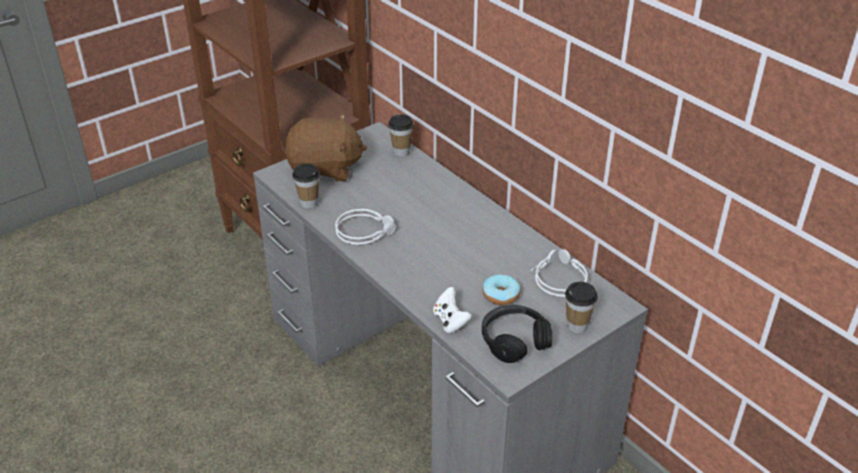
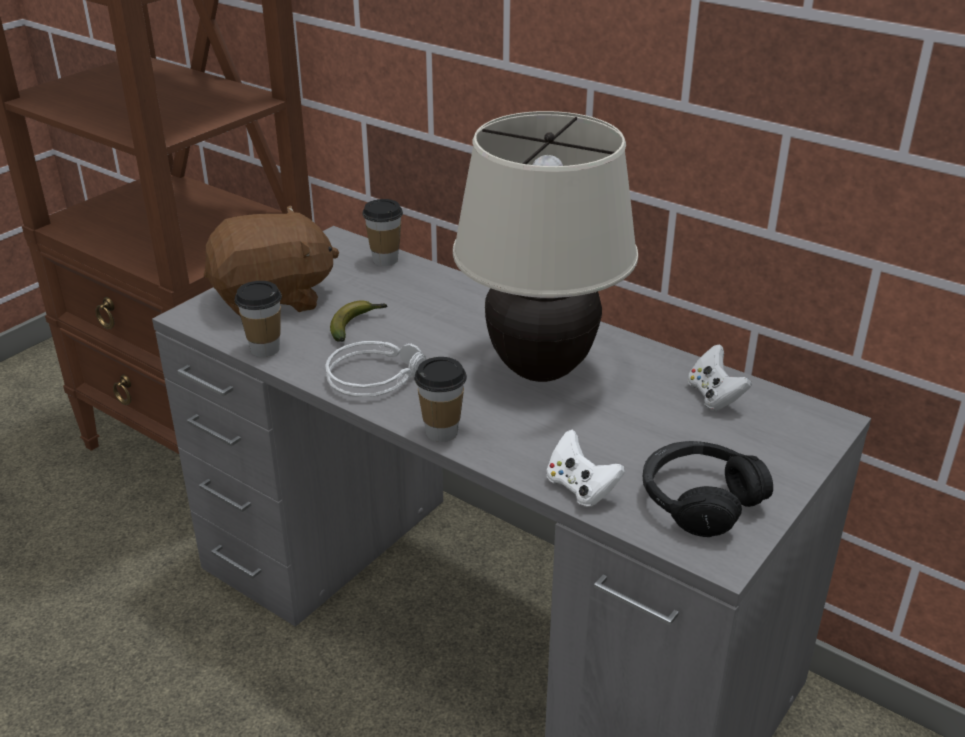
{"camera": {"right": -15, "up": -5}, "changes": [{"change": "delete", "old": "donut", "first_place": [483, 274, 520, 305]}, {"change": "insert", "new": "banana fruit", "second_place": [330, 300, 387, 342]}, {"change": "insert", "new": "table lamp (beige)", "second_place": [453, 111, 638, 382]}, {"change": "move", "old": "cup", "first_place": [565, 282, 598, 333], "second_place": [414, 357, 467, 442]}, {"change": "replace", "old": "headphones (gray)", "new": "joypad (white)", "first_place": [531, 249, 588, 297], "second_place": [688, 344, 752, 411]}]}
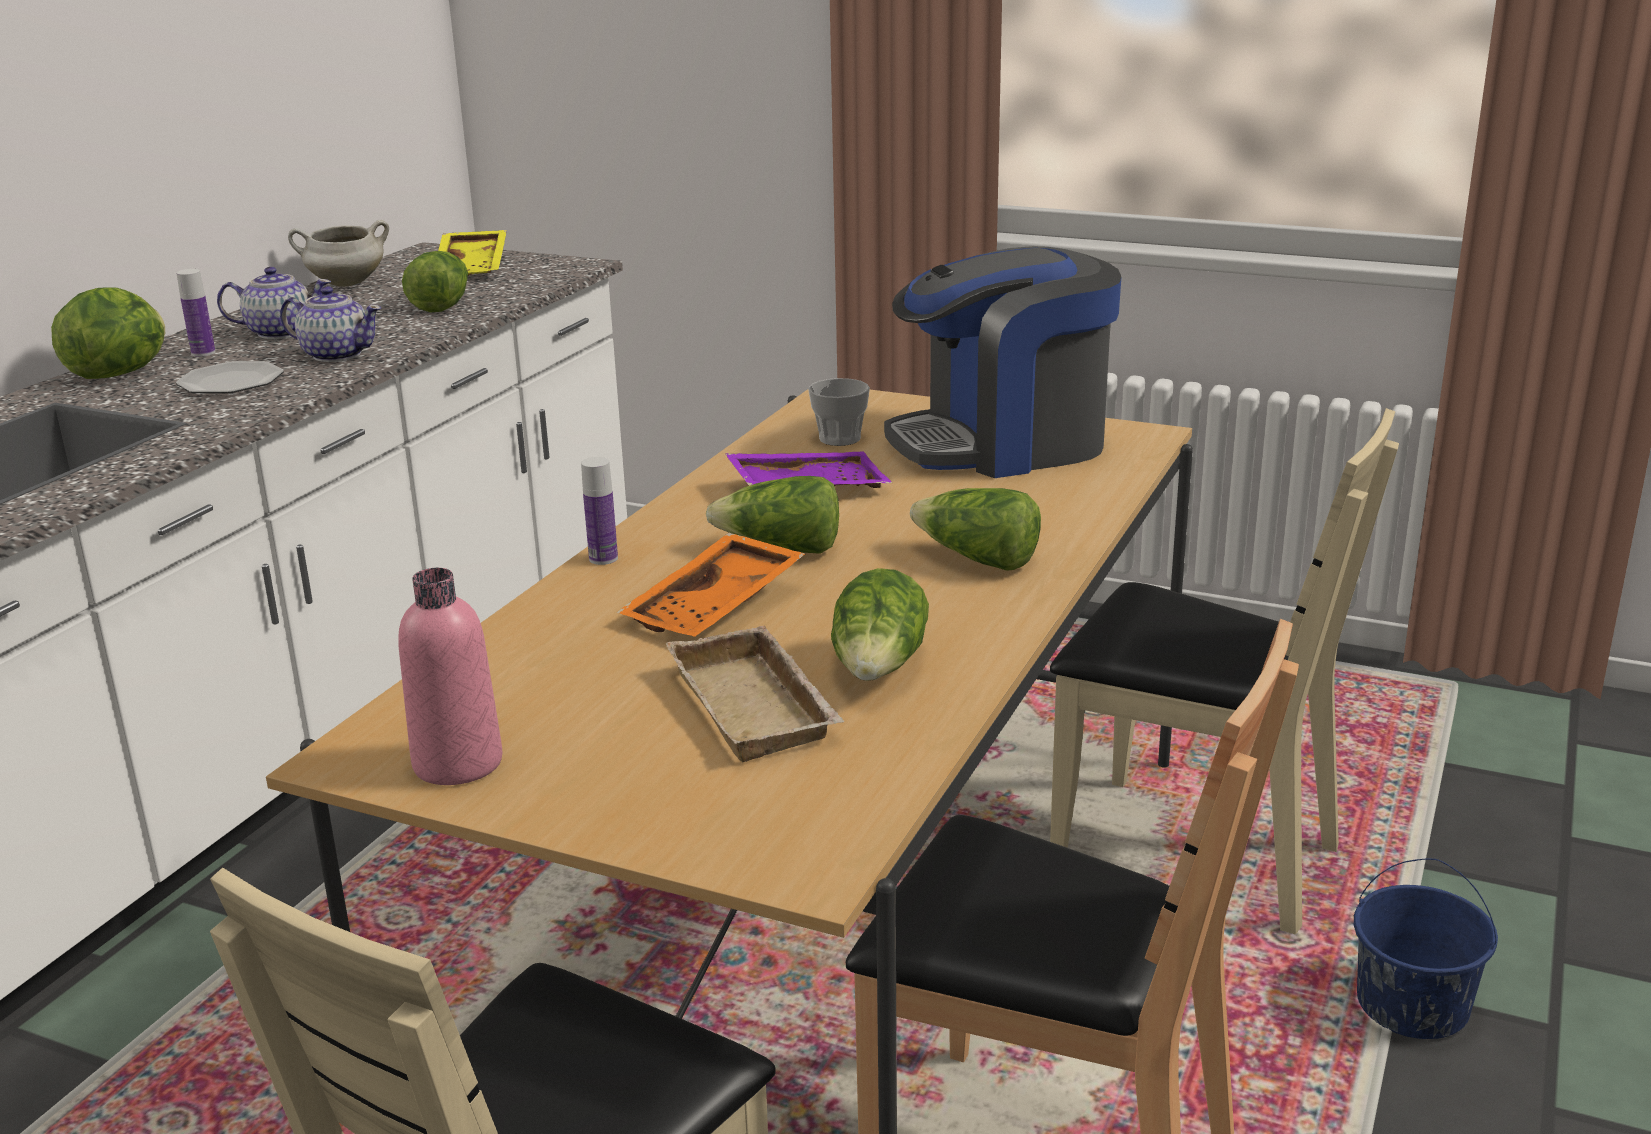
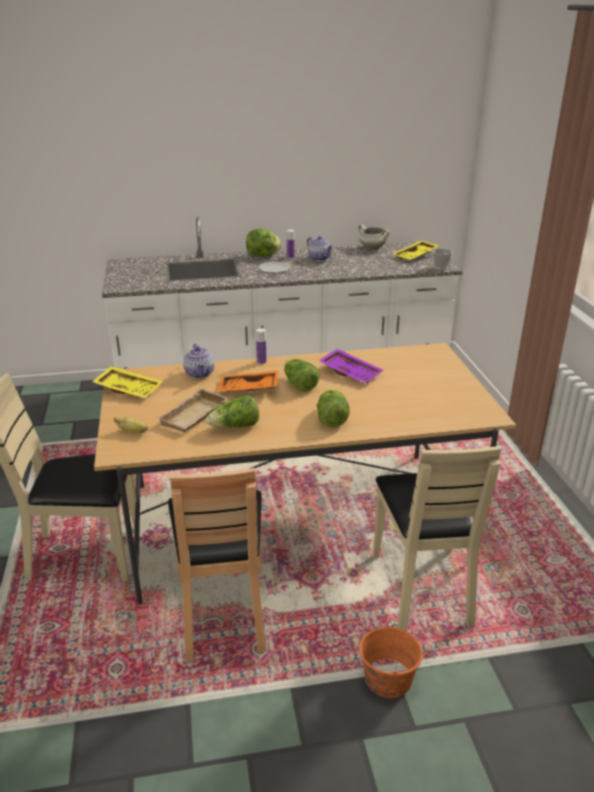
{"camera": {"right": 55, "up": 5}, "changes": [{"change": "delete", "old": "lettuce head", "first_place": [402, 251, 468, 313]}, {"change": "delete", "old": "coffee brewer", "first_place": [884, 246, 1121, 478]}, {"change": "insert", "new": "banana fruit", "second_place": [114, 417, 148, 433]}, {"change": "move", "old": "pot for tea", "first_place": [280, 286, 381, 362], "second_place": [183, 344, 215, 379]}, {"change": "move", "old": "cup", "first_place": [808, 378, 870, 446], "second_place": [433, 249, 453, 271]}, {"change": "replace", "old": "bottle (pinkish)", "new": "tray (yellow)", "first_place": [398, 568, 503, 785], "second_place": [92, 366, 163, 398]}, {"change": "recolor", "old": "water bucket (bluish)", "new": "water bucket (orangey)", "first_place": [1354, 858, 1498, 1039], "second_place": [359, 619, 423, 698]}]}
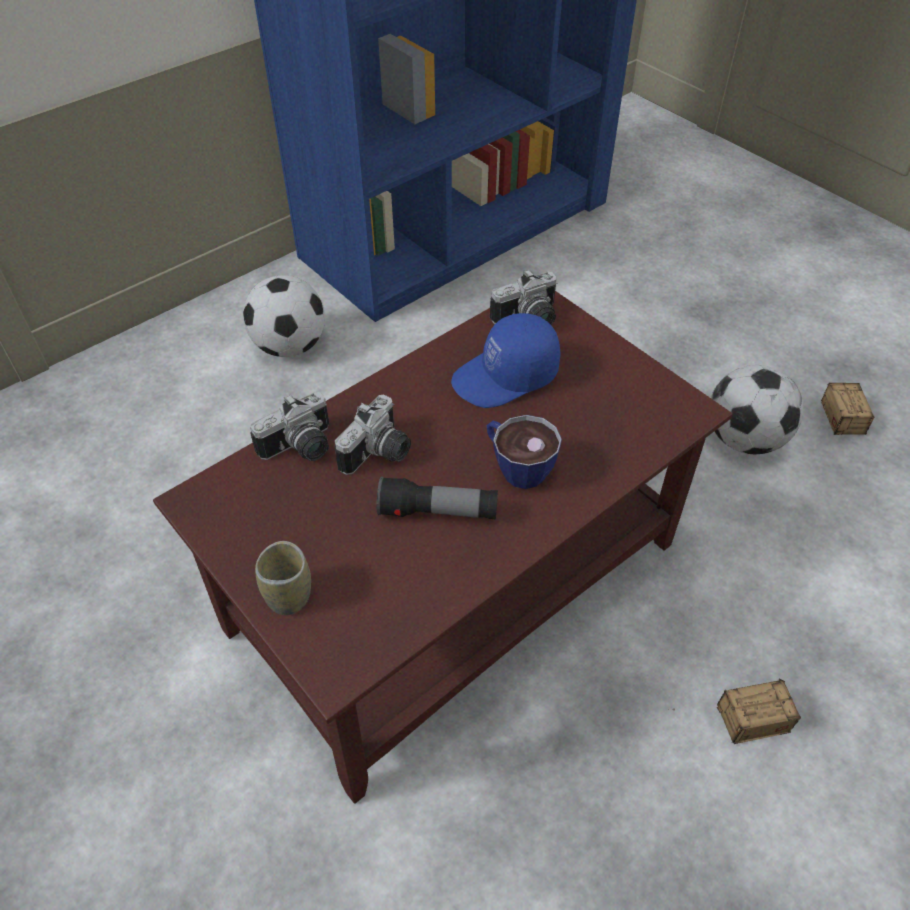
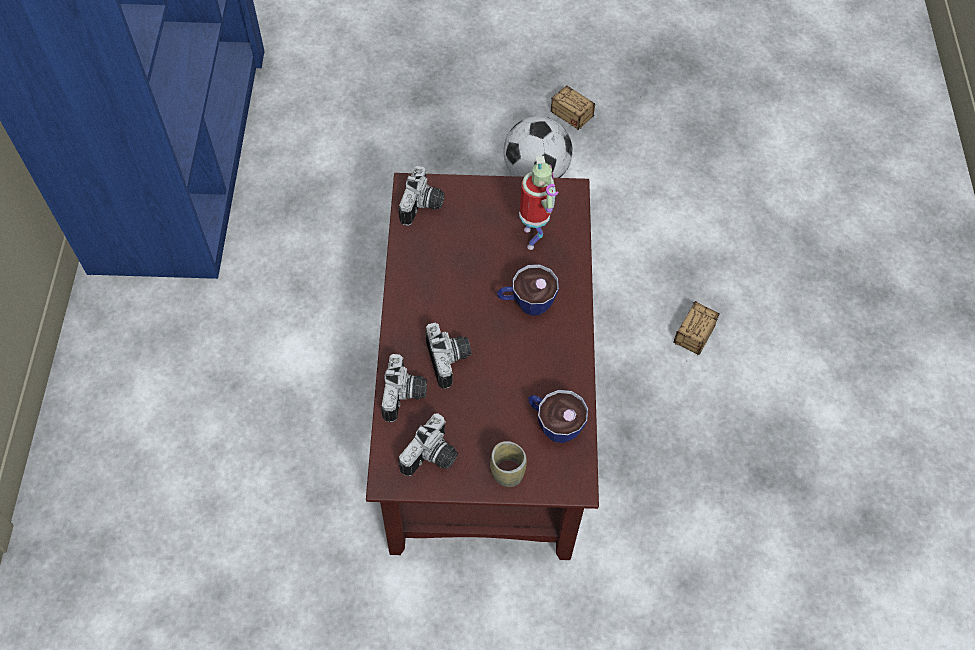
{"camera": {"right": -50, "up": 10}, "changes": [{"change": "delete", "old": "football ball", "first_place": [243, 275, 325, 357]}, {"change": "delete", "old": "torch", "first_place": [377, 476, 498, 520]}, {"change": "delete", "old": "cap (bluish)", "first_place": [451, 313, 560, 408]}, {"change": "insert", "new": "still camera", "second_place": [399, 413, 458, 476]}, {"change": "insert", "new": "robot figure", "second_place": [519, 156, 558, 250]}, {"change": "insert", "new": "cup", "second_place": [528, 390, 588, 443]}]}
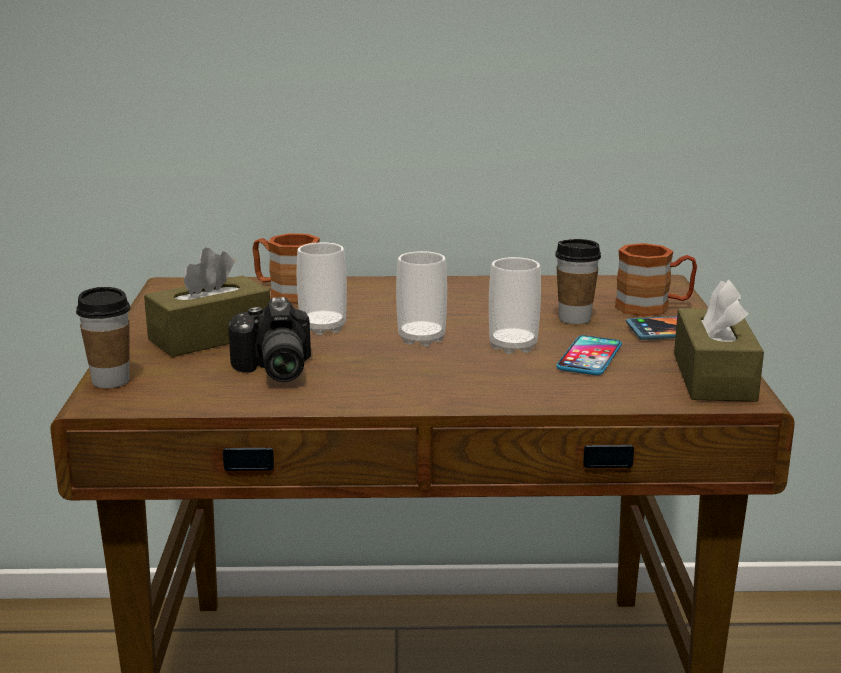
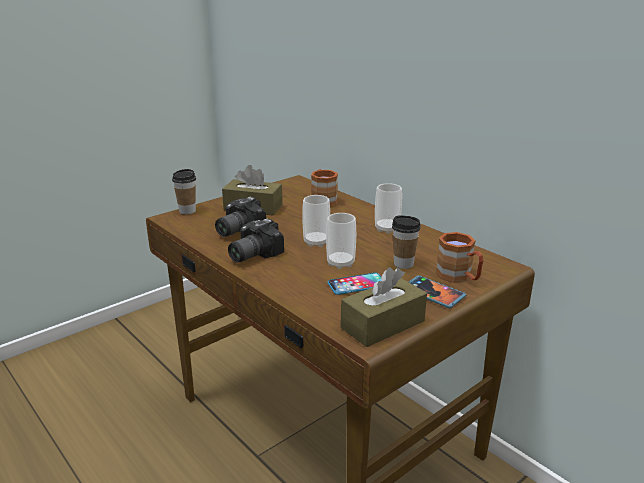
{"camera": {"right": 50, "up": 5}, "changes": [{"change": "insert", "new": "still camera", "second_place": [228, 219, 284, 263]}, {"change": "move", "old": "cup", "first_place": [297, 242, 347, 335], "second_place": [375, 183, 402, 234]}]}
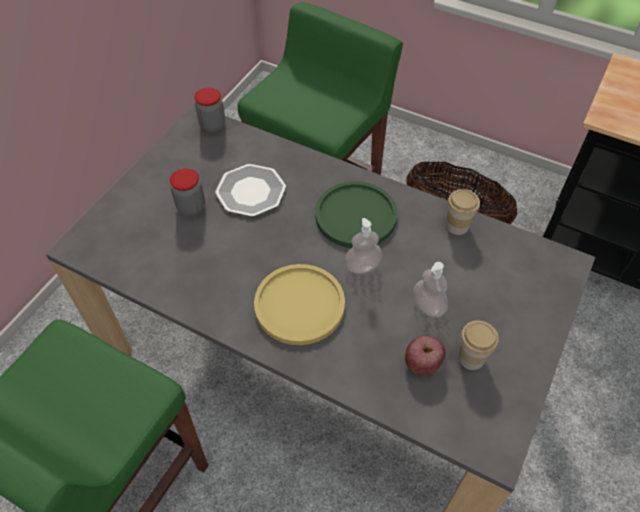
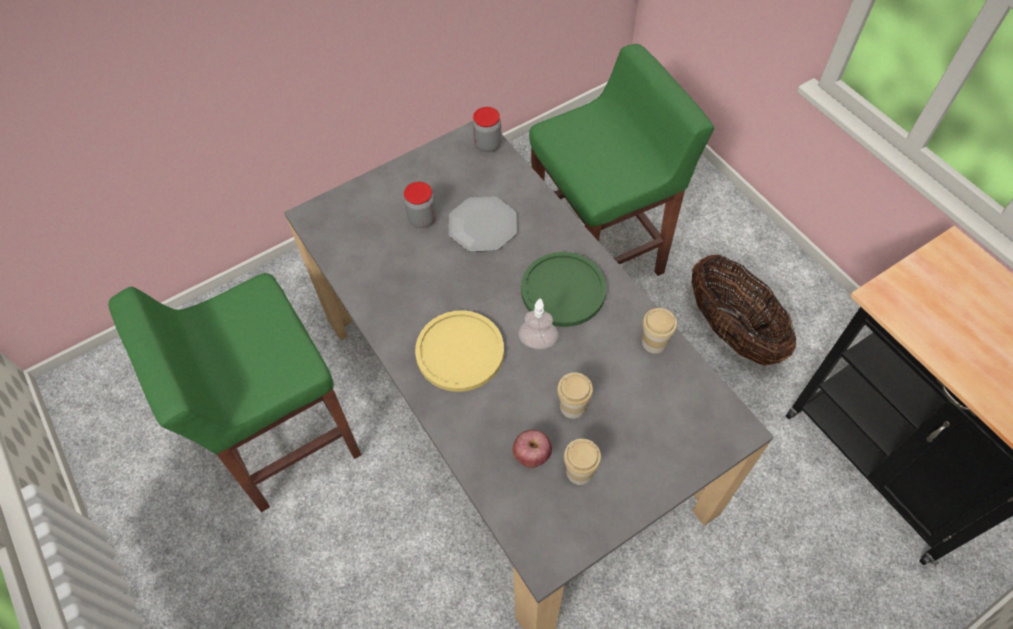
{"camera": {"right": 30, "up": 5}, "changes": [{"change": "replace", "old": "soap bottle", "new": "cup", "first_place": [413, 262, 448, 317], "second_place": [557, 373, 593, 419]}]}
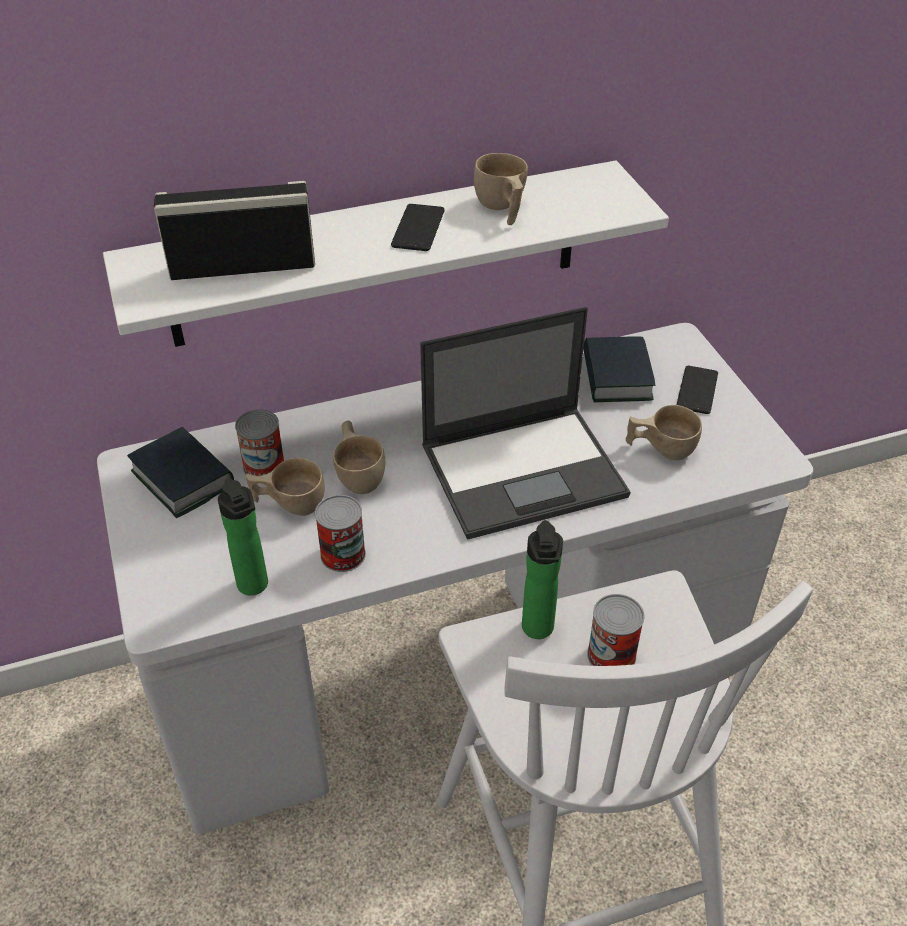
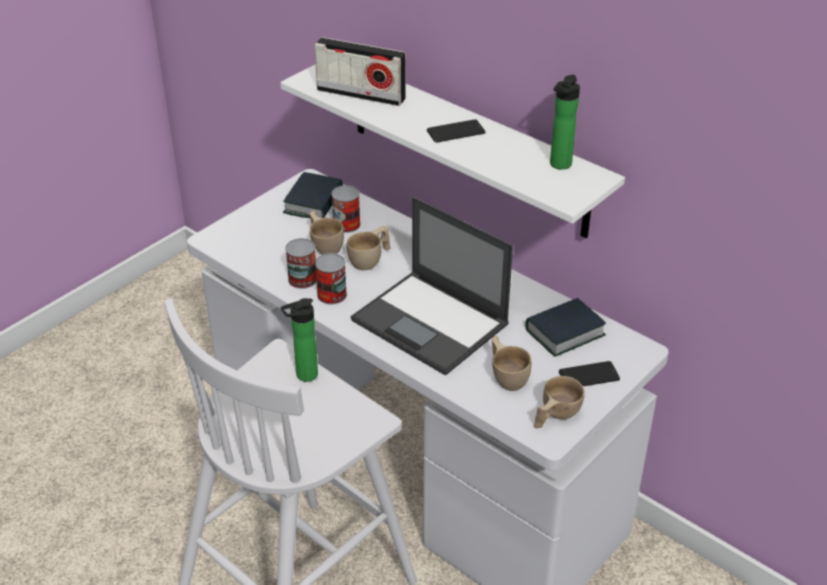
{"camera": {"right": 60, "up": -5}, "changes": [{"change": "move", "old": "bottle", "first_place": [218, 478, 268, 596], "second_place": [550, 75, 580, 170]}, {"change": "move", "old": "cup (beige)", "first_place": [474, 153, 528, 225], "second_place": [534, 376, 585, 428]}, {"change": "move", "old": "metal can", "first_place": [587, 594, 644, 666], "second_place": [315, 253, 347, 305]}, {"change": "rotate", "old": "radio receiver", "first_place": [154, 181, 315, 280], "second_place": [315, 37, 406, 106], "degrees": 150}]}
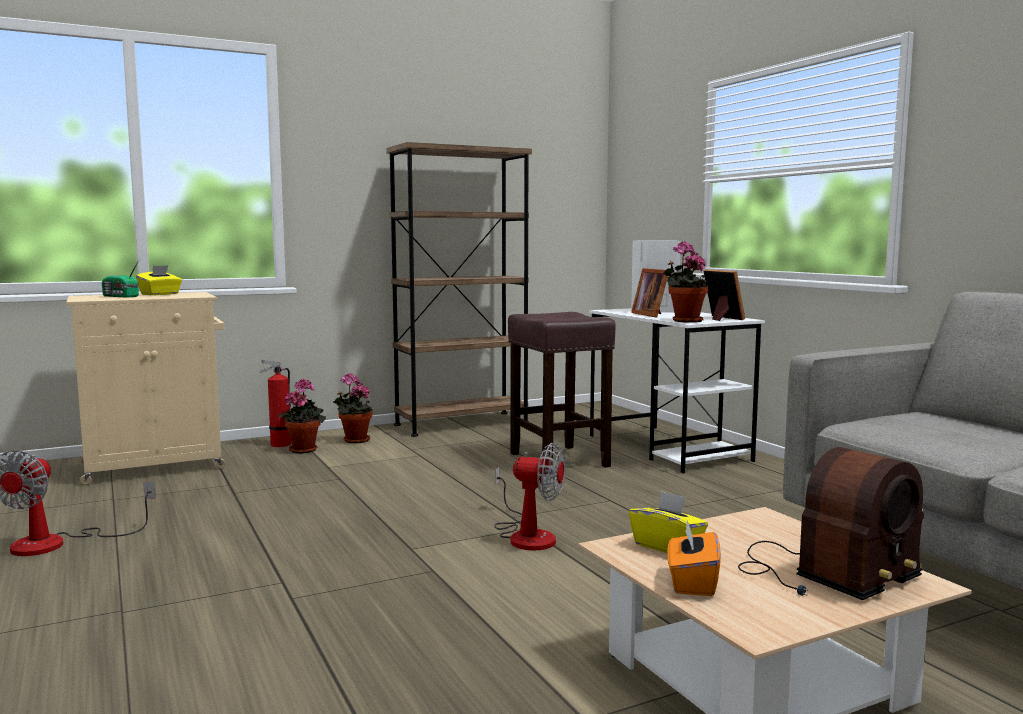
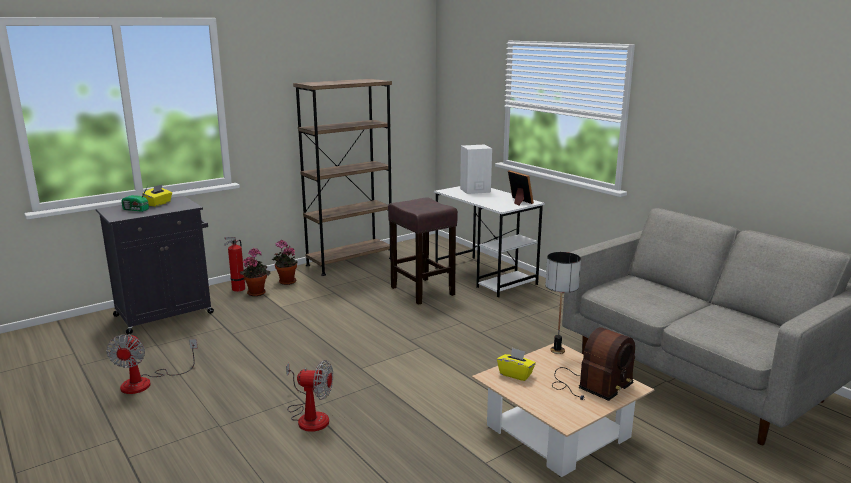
{"camera": {"right": -10, "up": 10}, "changes": [{"change": "delete", "old": "picture frame", "first_place": [631, 268, 668, 318]}, {"change": "delete", "old": "potted plant", "first_place": [663, 241, 708, 323]}, {"change": "delete", "old": "tissue holder (orangey)", "first_place": [668, 520, 721, 596]}, {"change": "insert", "new": "table lamp", "second_place": [545, 252, 581, 354]}, {"change": "move", "old": "electric fan", "first_place": [494, 443, 566, 551], "second_place": [286, 360, 333, 432]}, {"change": "recolor", "old": "cabinet (beige)", "new": "cabinet (black)", "first_place": [66, 292, 226, 485], "second_place": [96, 196, 214, 334]}]}
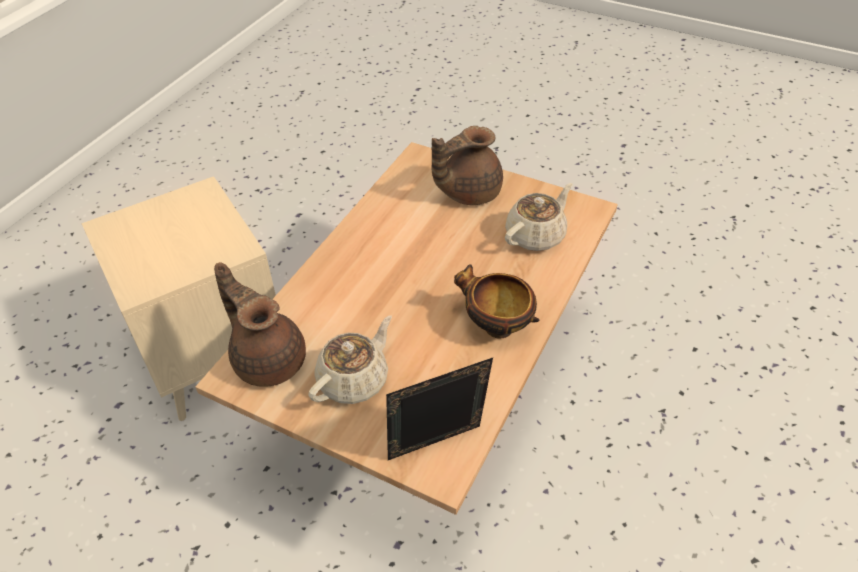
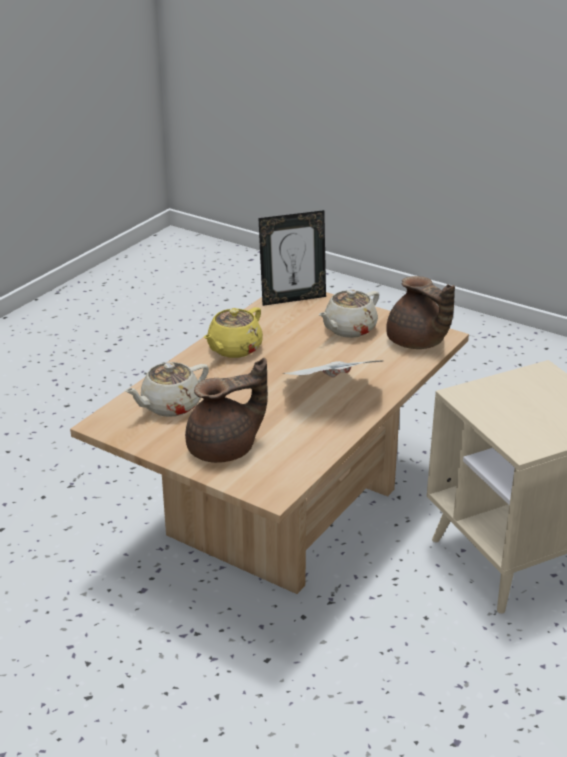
{"camera": {"right": -175, "up": -15}, "changes": [{"change": "insert", "new": "newspaper", "second_place": [282, 361, 383, 378]}, {"change": "replace", "old": "bowl", "new": "pot for tea (yellow)", "first_place": [454, 264, 539, 338], "second_place": [204, 307, 263, 358]}]}
